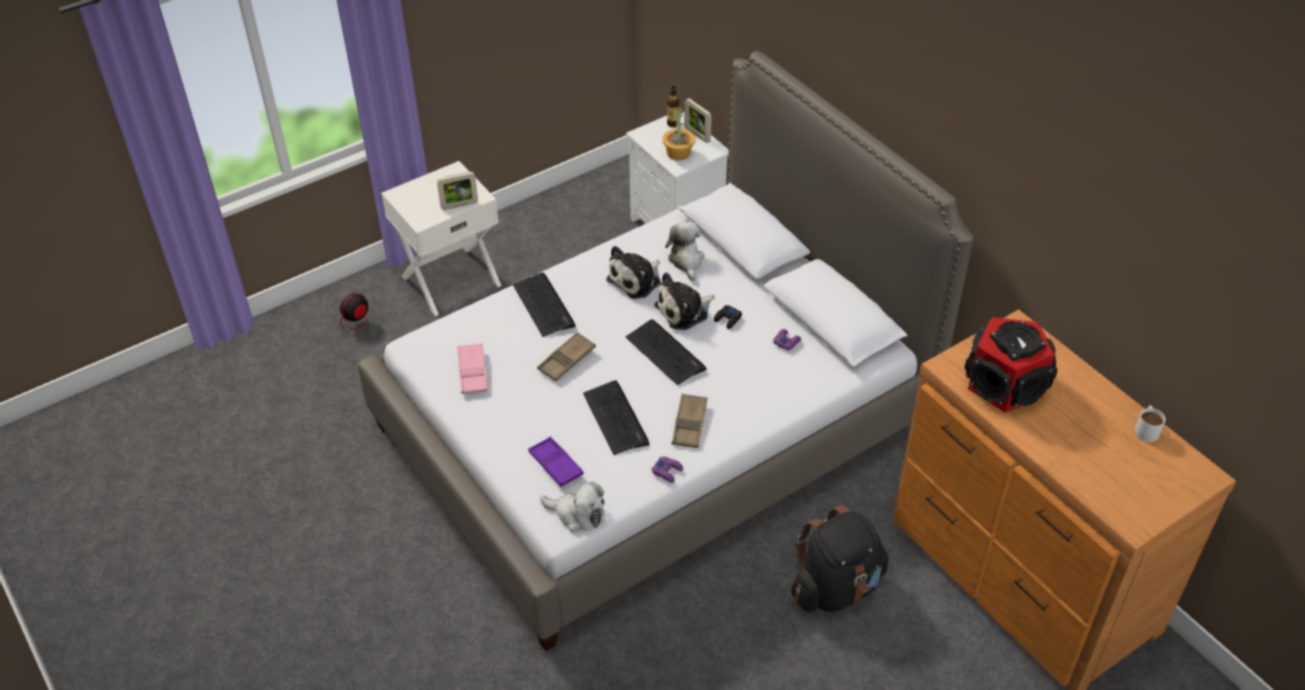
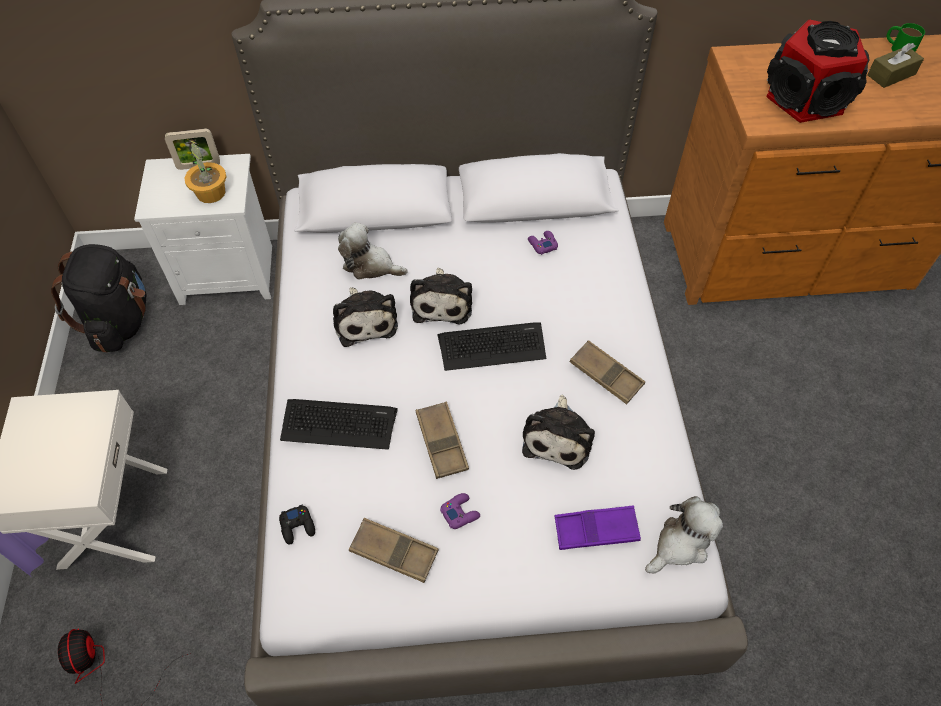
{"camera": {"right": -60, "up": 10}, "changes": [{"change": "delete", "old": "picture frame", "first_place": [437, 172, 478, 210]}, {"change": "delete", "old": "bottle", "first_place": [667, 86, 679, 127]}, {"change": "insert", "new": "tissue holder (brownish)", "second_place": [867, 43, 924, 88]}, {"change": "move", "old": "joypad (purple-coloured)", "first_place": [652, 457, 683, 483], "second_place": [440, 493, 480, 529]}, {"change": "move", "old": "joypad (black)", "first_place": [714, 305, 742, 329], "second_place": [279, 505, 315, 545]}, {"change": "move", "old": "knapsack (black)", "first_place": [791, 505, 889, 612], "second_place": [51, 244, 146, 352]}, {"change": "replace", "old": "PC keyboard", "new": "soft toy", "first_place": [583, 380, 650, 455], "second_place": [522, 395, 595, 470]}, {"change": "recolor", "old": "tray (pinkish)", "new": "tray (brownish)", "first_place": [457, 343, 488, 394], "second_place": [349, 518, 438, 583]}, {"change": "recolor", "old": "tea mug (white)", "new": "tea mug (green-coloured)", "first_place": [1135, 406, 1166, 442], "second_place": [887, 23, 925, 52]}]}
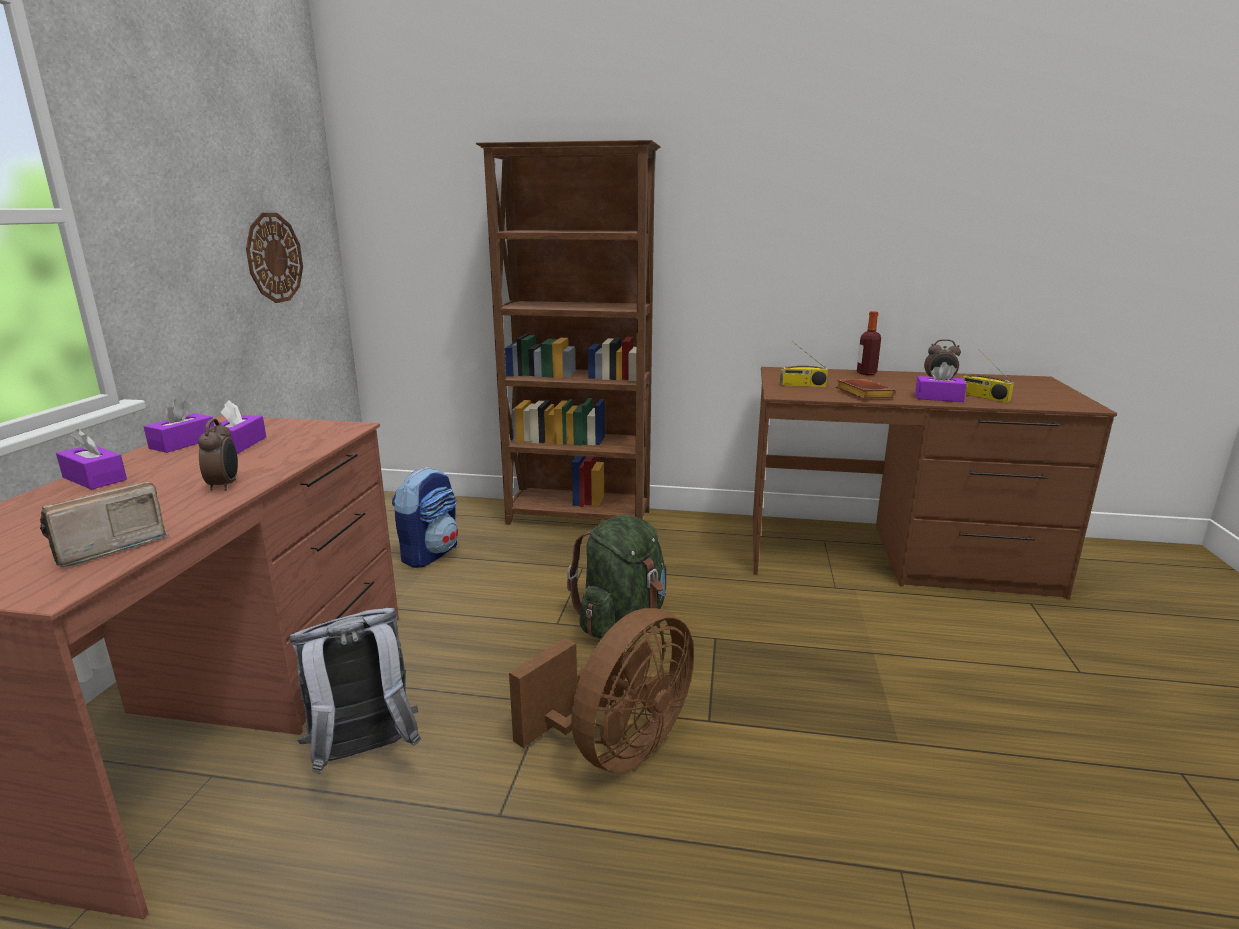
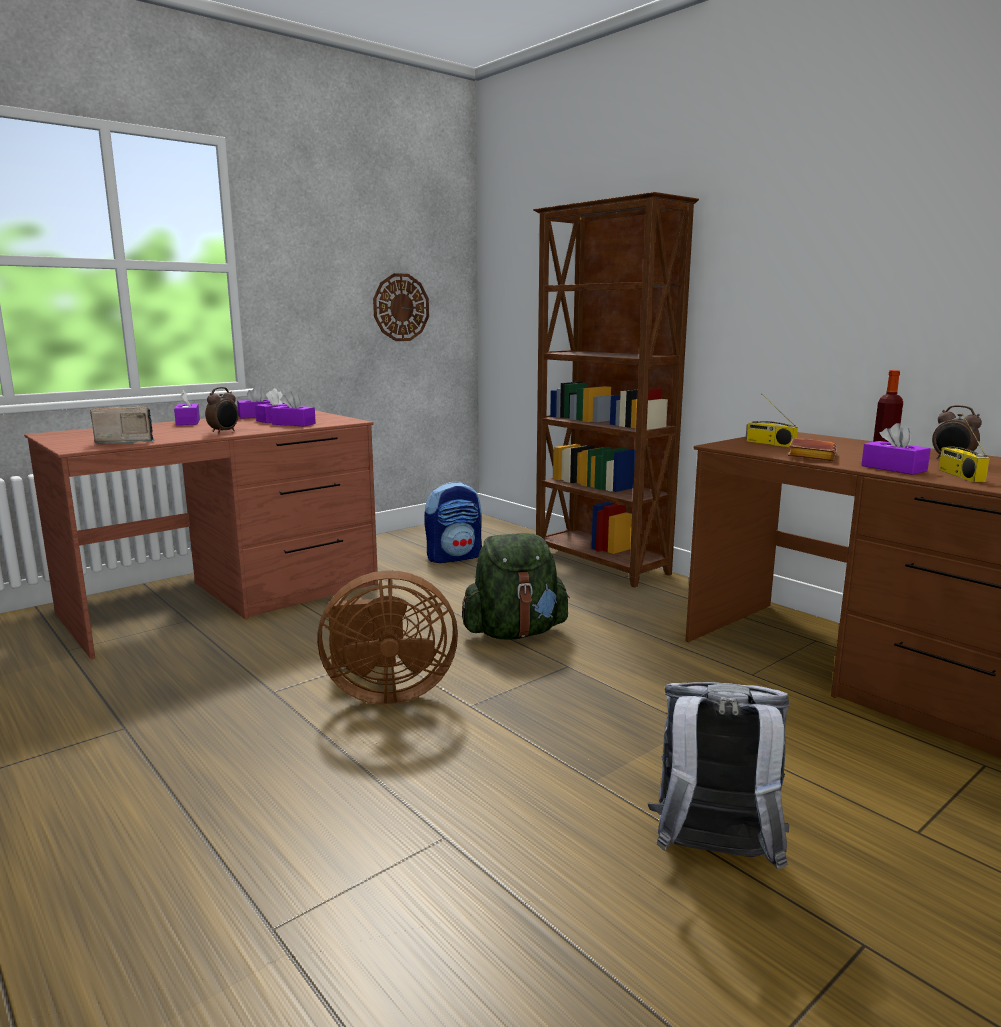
{"camera": {"right": 40, "up": -5}, "changes": [{"change": "insert", "new": "tissue holder (purple-coloured)", "second_place": [271, 391, 316, 426]}, {"change": "move", "old": "knapsack (gray)", "first_place": [290, 608, 421, 774], "second_place": [647, 682, 789, 869]}]}
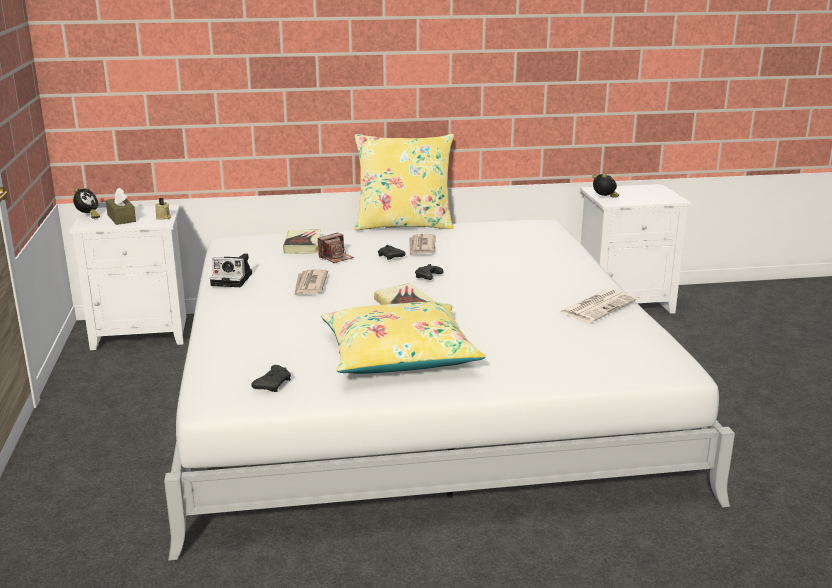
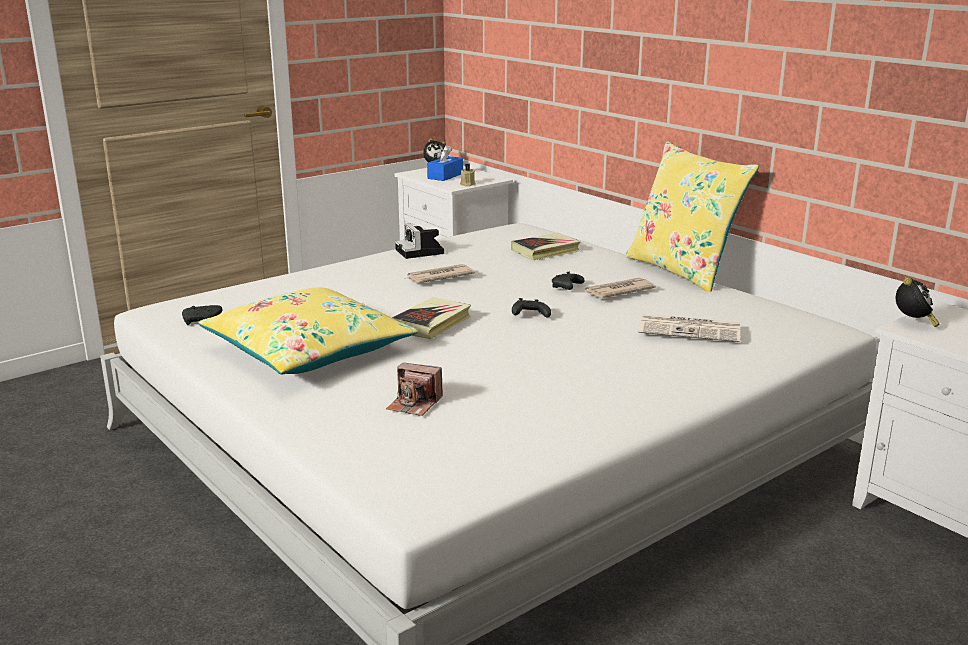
{"camera": {"right": 60, "up": 0}, "changes": [{"change": "move", "old": "still camera", "first_place": [318, 232, 354, 263], "second_place": [386, 363, 443, 416]}, {"change": "move", "old": "newspaper", "first_place": [558, 289, 637, 323], "second_place": [639, 314, 740, 342]}, {"change": "recolor", "old": "tissue holder (brownish)", "new": "tissue holder (bluish)", "first_place": [106, 188, 136, 225], "second_place": [427, 145, 463, 181]}]}
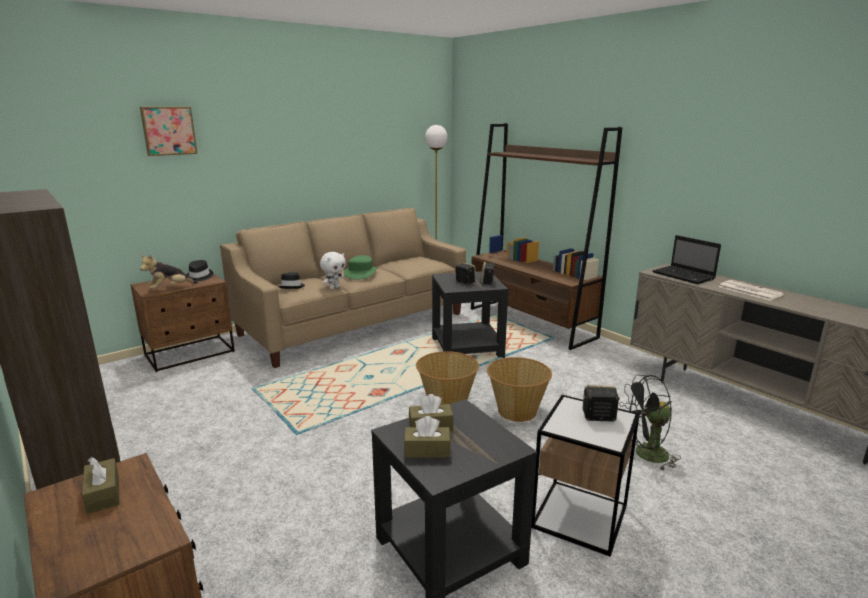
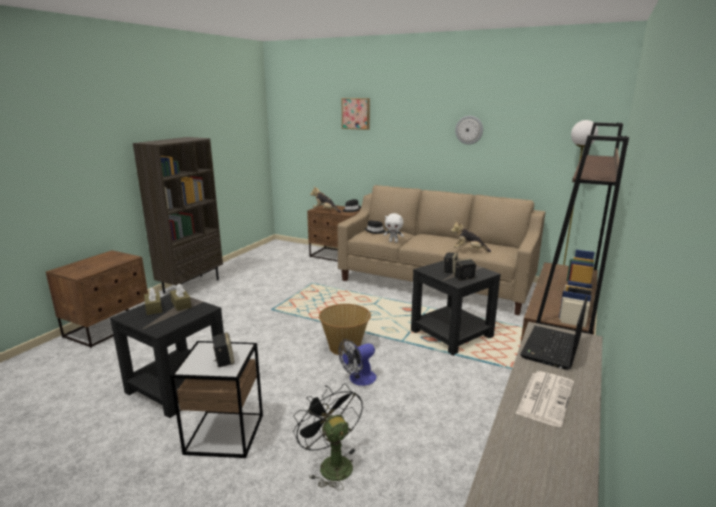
{"camera": {"right": 65, "up": 0}, "changes": [{"change": "delete", "old": "tissue holder (brownish)", "first_place": [82, 457, 119, 514]}, {"change": "delete", "old": "clothing hat (green-coloured)", "first_place": [344, 255, 377, 280]}, {"change": "insert", "new": "soft toy", "second_place": [451, 221, 491, 252]}, {"change": "insert", "new": "hanging clock", "second_place": [455, 116, 483, 144]}, {"change": "replace", "old": "household basket", "new": "electric fan", "first_place": [487, 357, 552, 422], "second_place": [338, 339, 377, 386]}]}
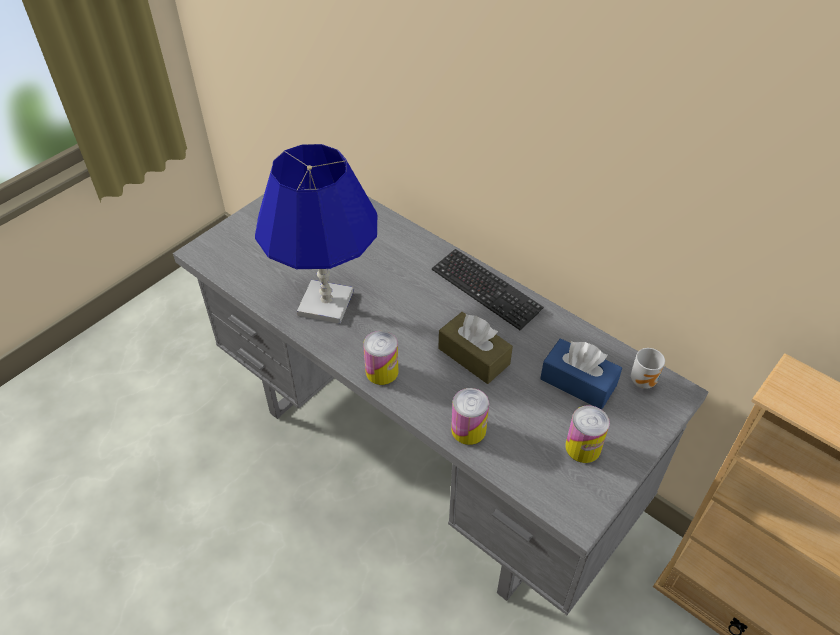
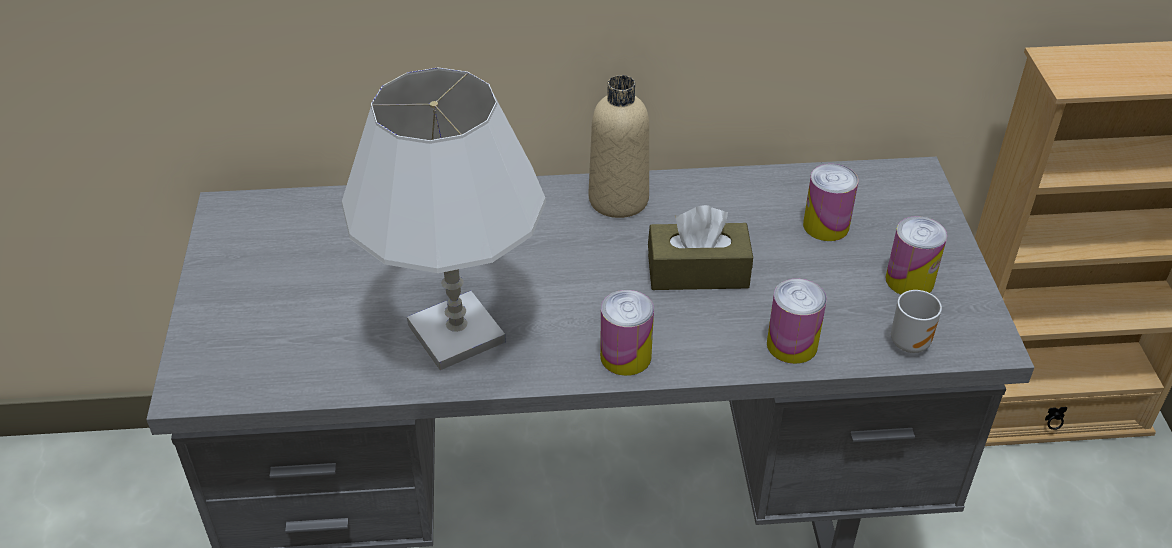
{"camera": {"right": -45, "up": -5}, "changes": [{"change": "move", "old": "tea mug", "first_place": [631, 348, 665, 389], "second_place": [891, 290, 942, 353]}, {"change": "replace", "old": "PC keyboard", "new": "bottle (beige)", "first_place": [432, 249, 544, 330], "second_place": [589, 75, 649, 218]}, {"change": "replace", "old": "tissue holder (bluish)", "new": "metal can", "first_place": [540, 338, 622, 410], "second_place": [803, 164, 859, 241]}, {"change": "recolor", "old": "table lamp (bluish)", "new": "table lamp (white)", "first_place": [255, 144, 377, 323], "second_place": [342, 67, 546, 370]}]}
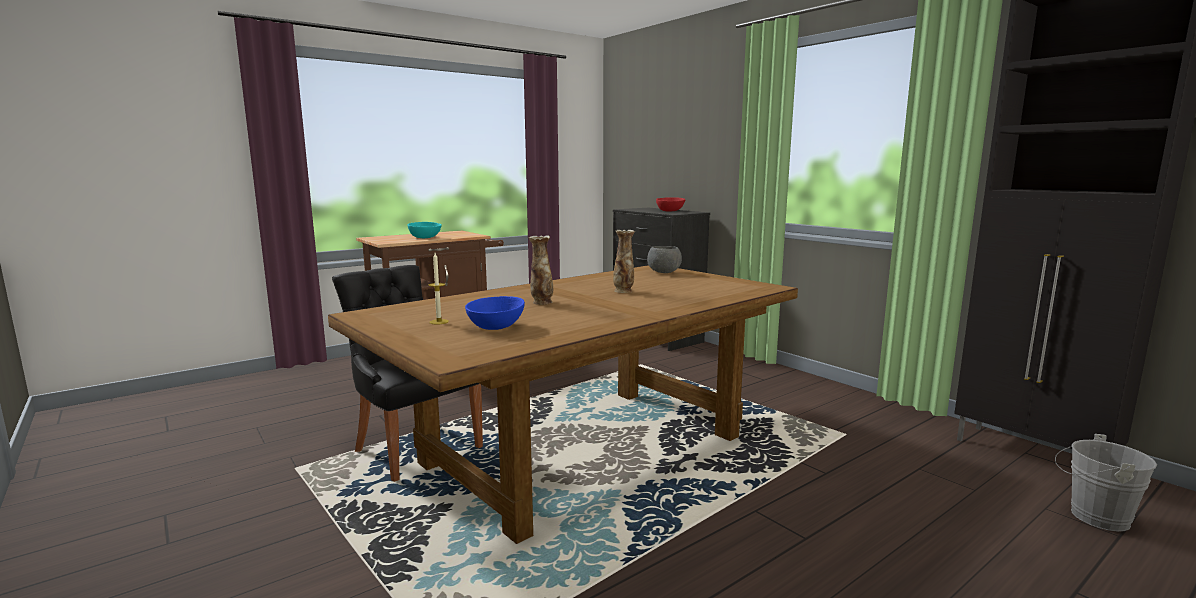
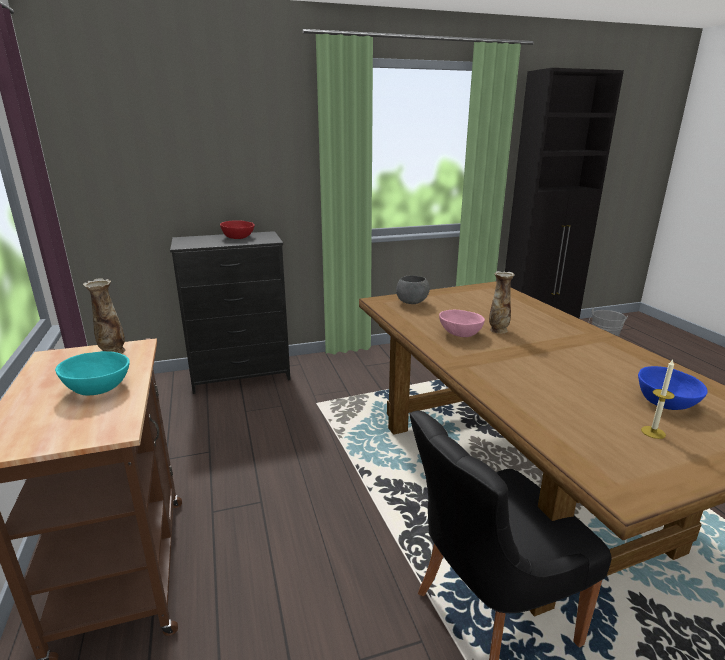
{"camera": {"right": -70, "up": 10}, "changes": [{"change": "insert", "new": "bowl (pinkish)", "second_place": [439, 310, 485, 337]}, {"change": "move", "old": "decorative vase", "first_place": [528, 236, 553, 305], "second_place": [83, 278, 125, 354]}]}
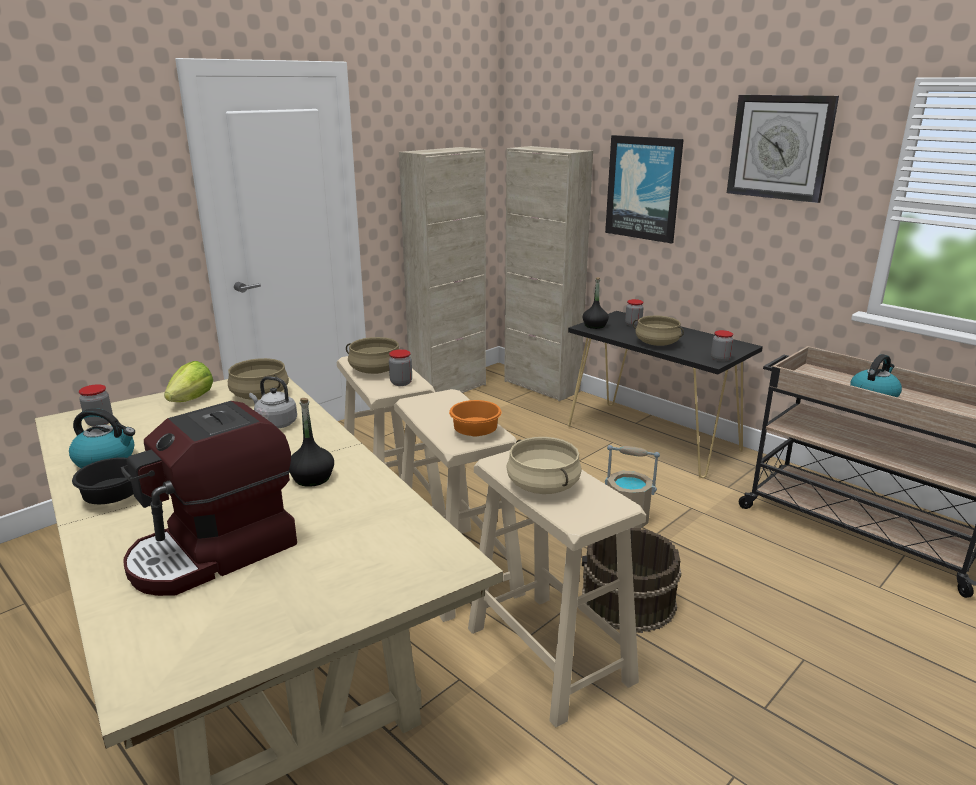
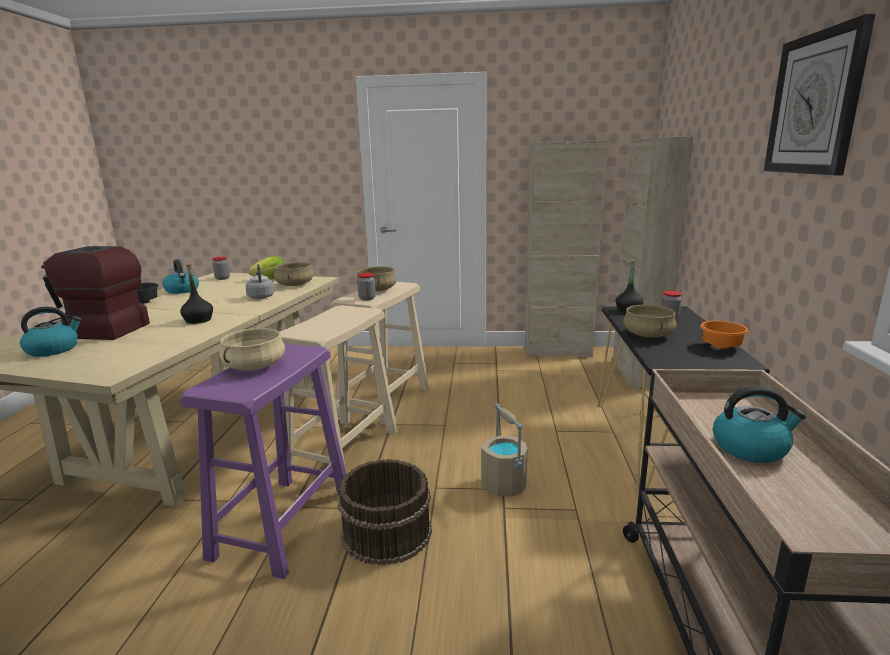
{"camera": {"right": 50, "up": -5}, "changes": [{"change": "delete", "old": "wall art", "first_place": [605, 135, 684, 243]}, {"change": "delete", "old": "storage jar", "first_place": [711, 330, 733, 362]}, {"change": "insert", "new": "tea kettle", "second_place": [20, 307, 82, 357]}, {"change": "move", "old": "bowl (orangey)", "first_place": [449, 400, 502, 436], "second_place": [700, 321, 748, 349]}, {"change": "recolor", "old": "stool (beige)", "new": "stool (purple-coloured)", "first_place": [468, 450, 646, 727], "second_place": [180, 344, 346, 579]}]}
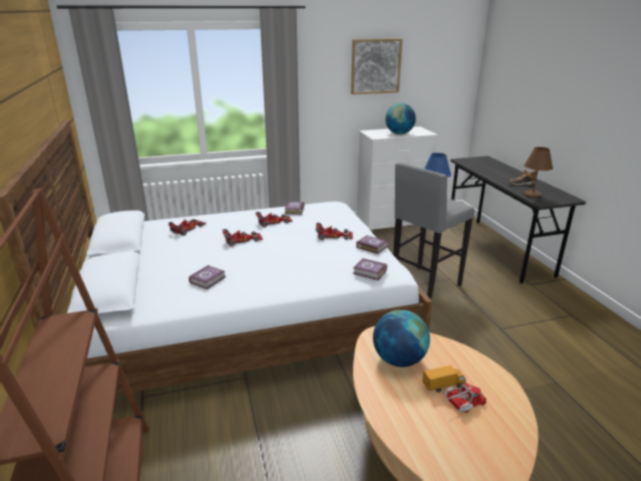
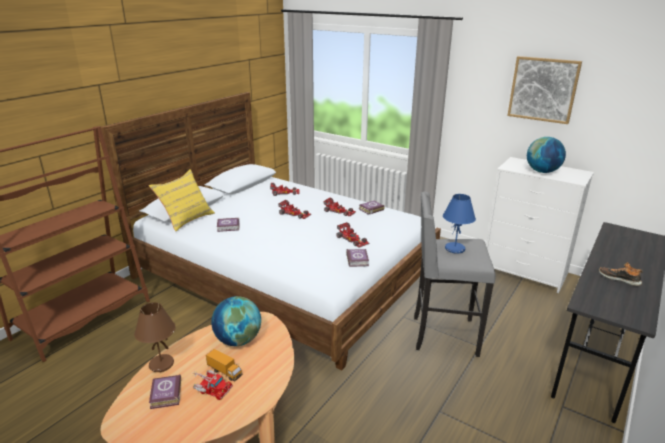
{"camera": {"right": 50, "up": 0}, "changes": [{"change": "insert", "new": "throw pillow (yellow)", "second_place": [149, 169, 215, 231]}, {"change": "move", "old": "volume", "first_place": [353, 258, 387, 281], "second_place": [149, 374, 181, 409]}, {"change": "move", "old": "table lamp (brownish)", "first_place": [524, 147, 553, 198], "second_place": [134, 302, 176, 372]}]}
